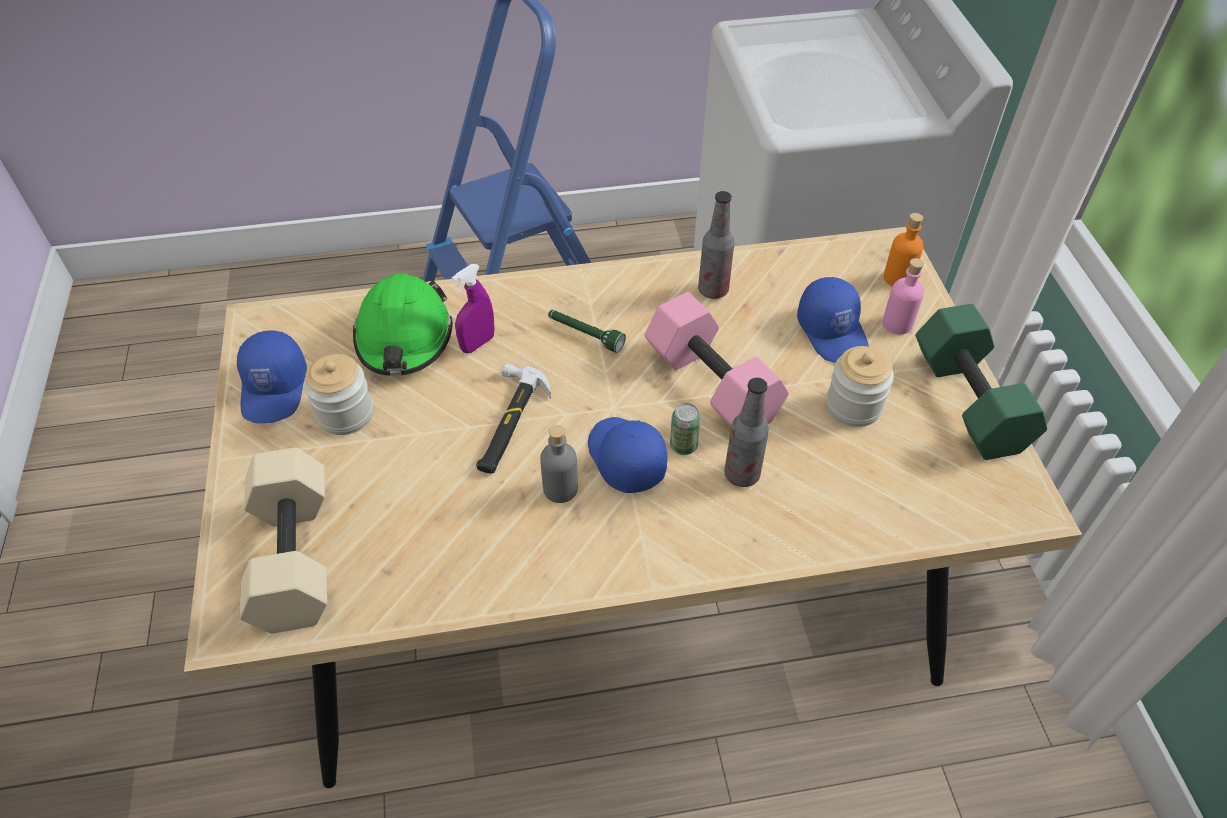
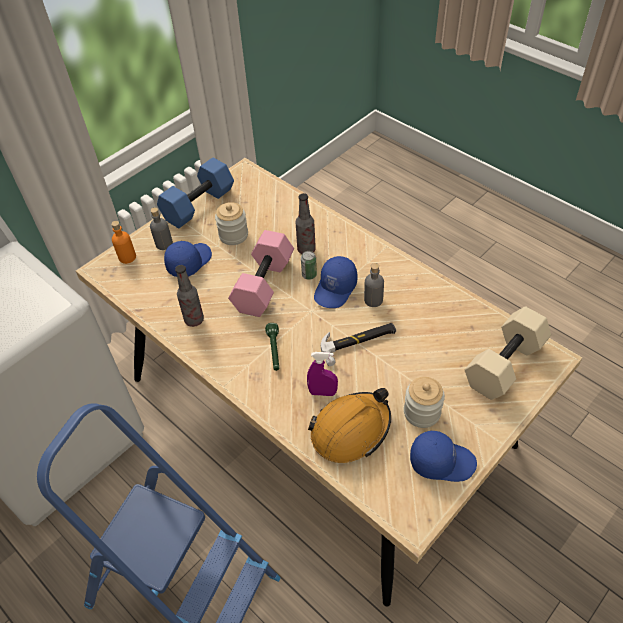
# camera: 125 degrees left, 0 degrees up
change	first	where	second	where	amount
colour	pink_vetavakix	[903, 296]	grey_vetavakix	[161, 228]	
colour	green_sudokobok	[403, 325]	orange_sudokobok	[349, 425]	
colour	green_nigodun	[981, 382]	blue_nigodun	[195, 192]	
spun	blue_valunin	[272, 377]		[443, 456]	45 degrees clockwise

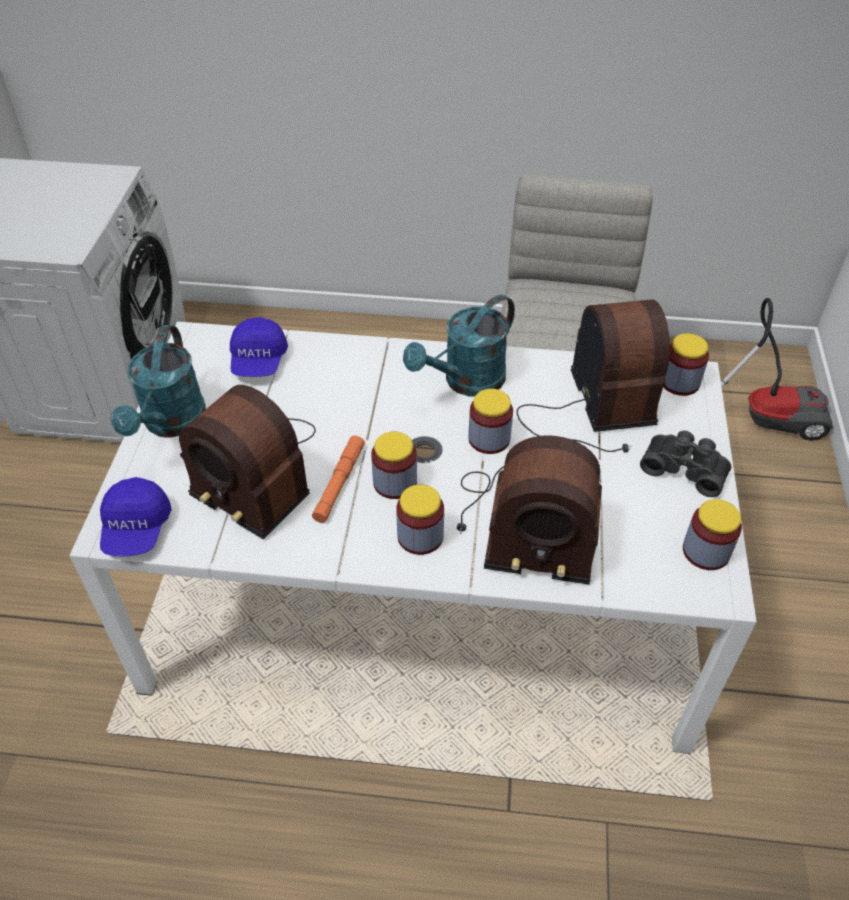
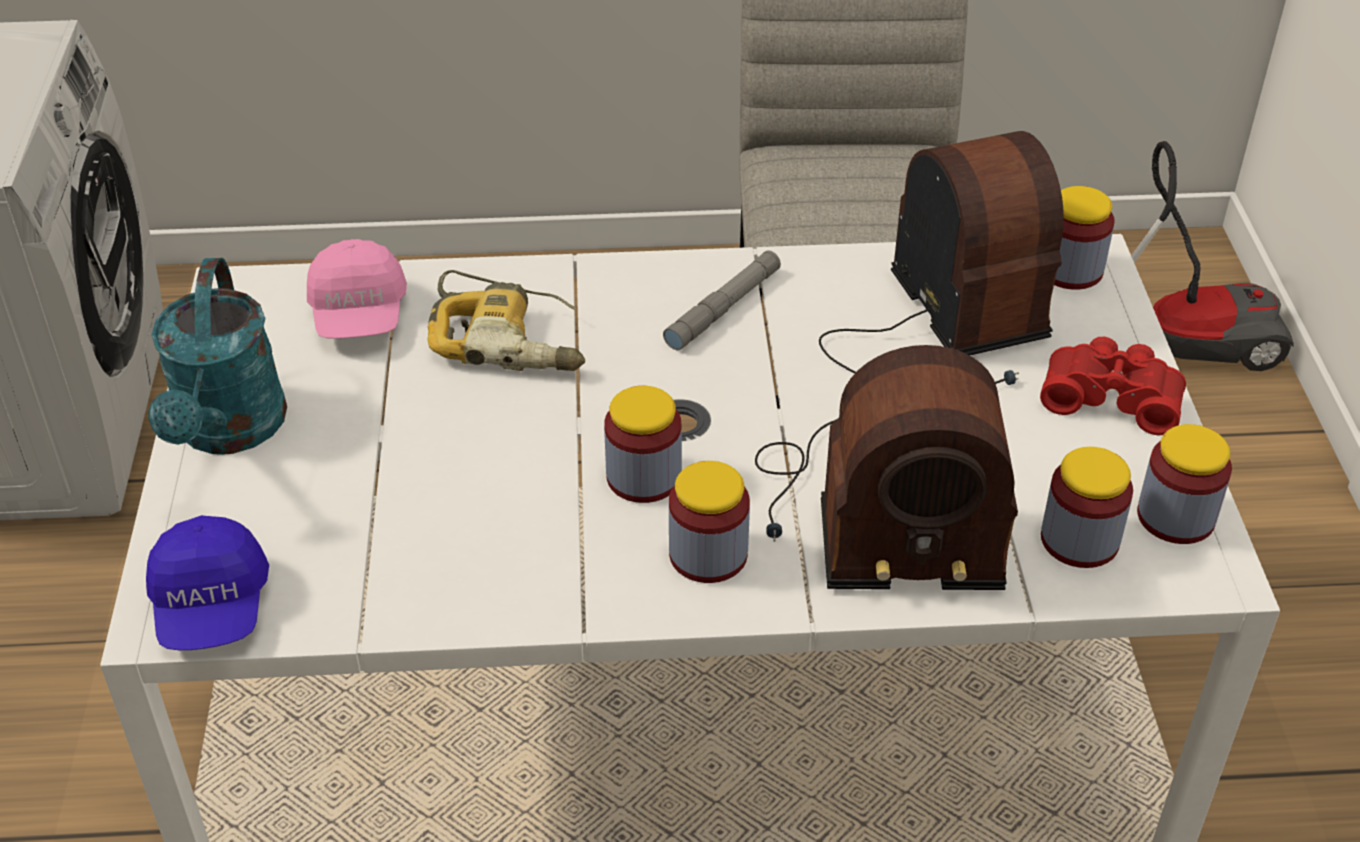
# camera: 10 degrees left, 5 degrees down
change	first	where	second	where	amount
exchanged	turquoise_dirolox	[459, 345]	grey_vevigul	[722, 300]	
colour	blue_valunin	[259, 347]	pink_valunin	[357, 289]	
missing	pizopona	[247, 462]			
relocated	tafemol	[490, 421]		[1087, 507]	
colour	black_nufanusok	[685, 464]	red_nufanusok	[1113, 386]	
missing	orange_vevigul	[338, 479]			
appeared			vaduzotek	[506, 320]	

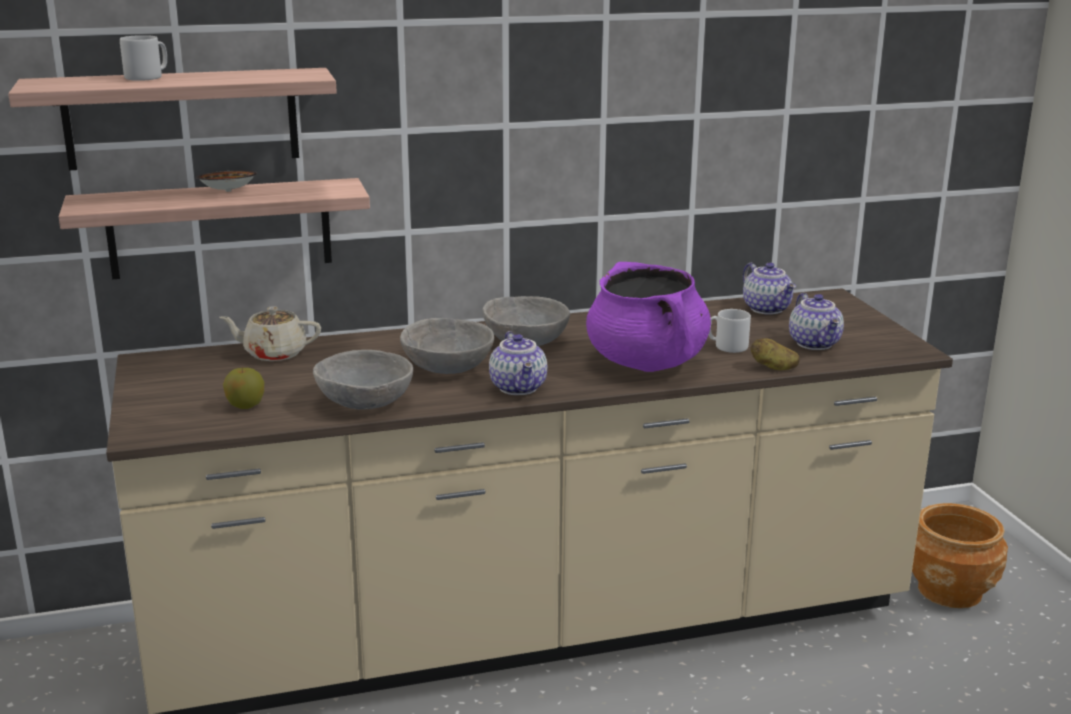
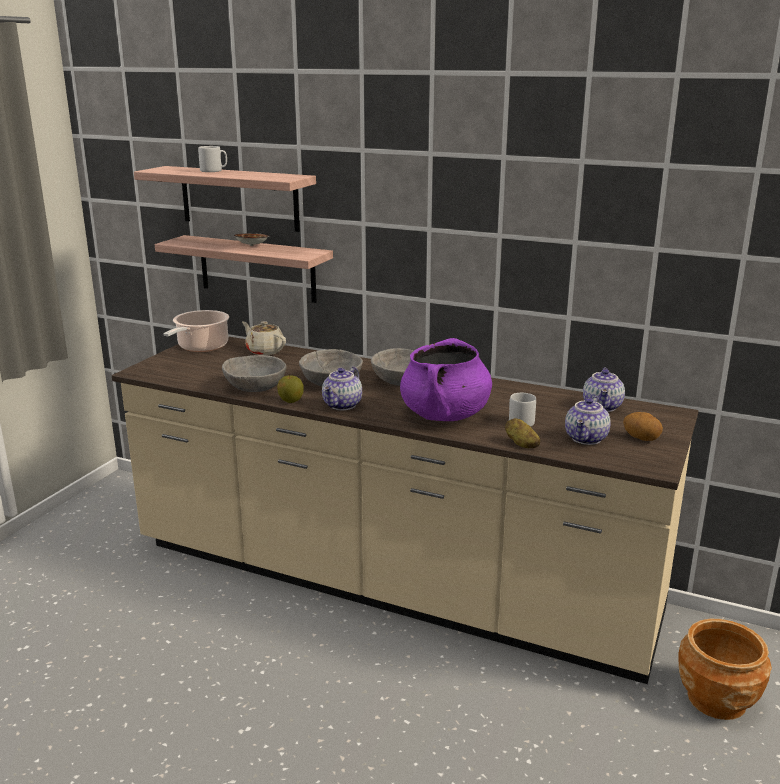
# camera: 40 degrees right, 0 degrees up
change	first	where	second	where	amount
relocated	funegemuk	[243, 388]		[290, 389]	
appeared			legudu	[196, 331]	
appeared			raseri	[643, 426]	

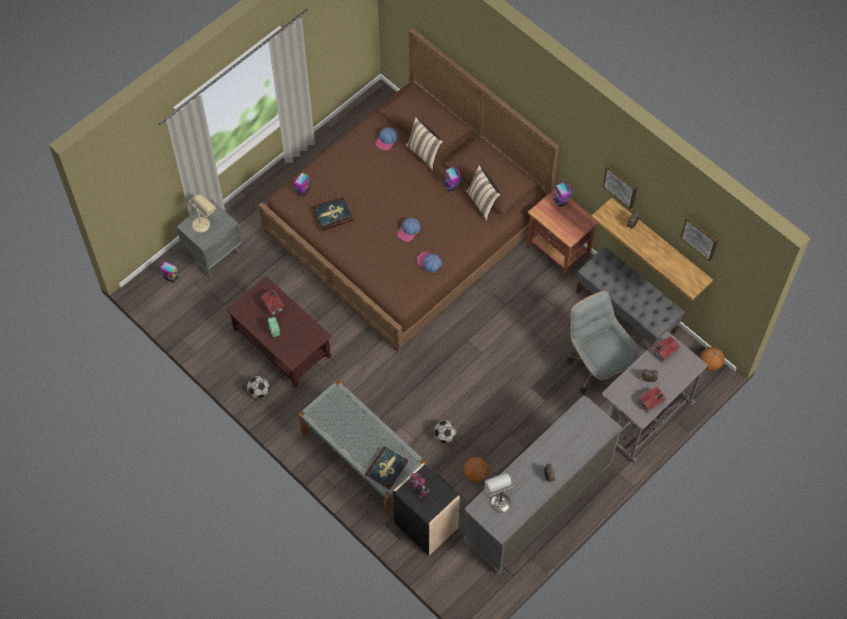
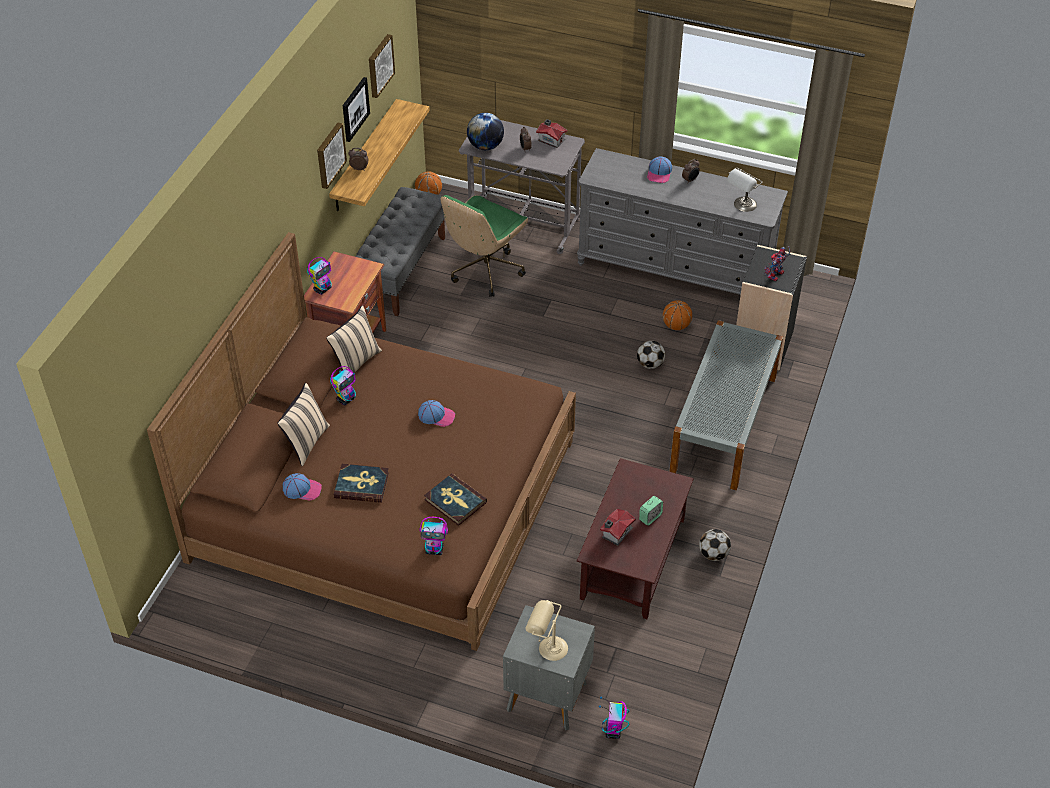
# camera: 115 degrees left, 15 degrees down
change	first	where	second	where	amount
relocated	valunin	[429, 262]		[659, 170]	
colour	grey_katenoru	[603, 342]	green_katenoru	[484, 246]	
exchanged	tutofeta	[666, 349]	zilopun	[485, 131]	
relocated	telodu	[386, 467]		[361, 483]	
appeared			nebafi	[356, 109]	

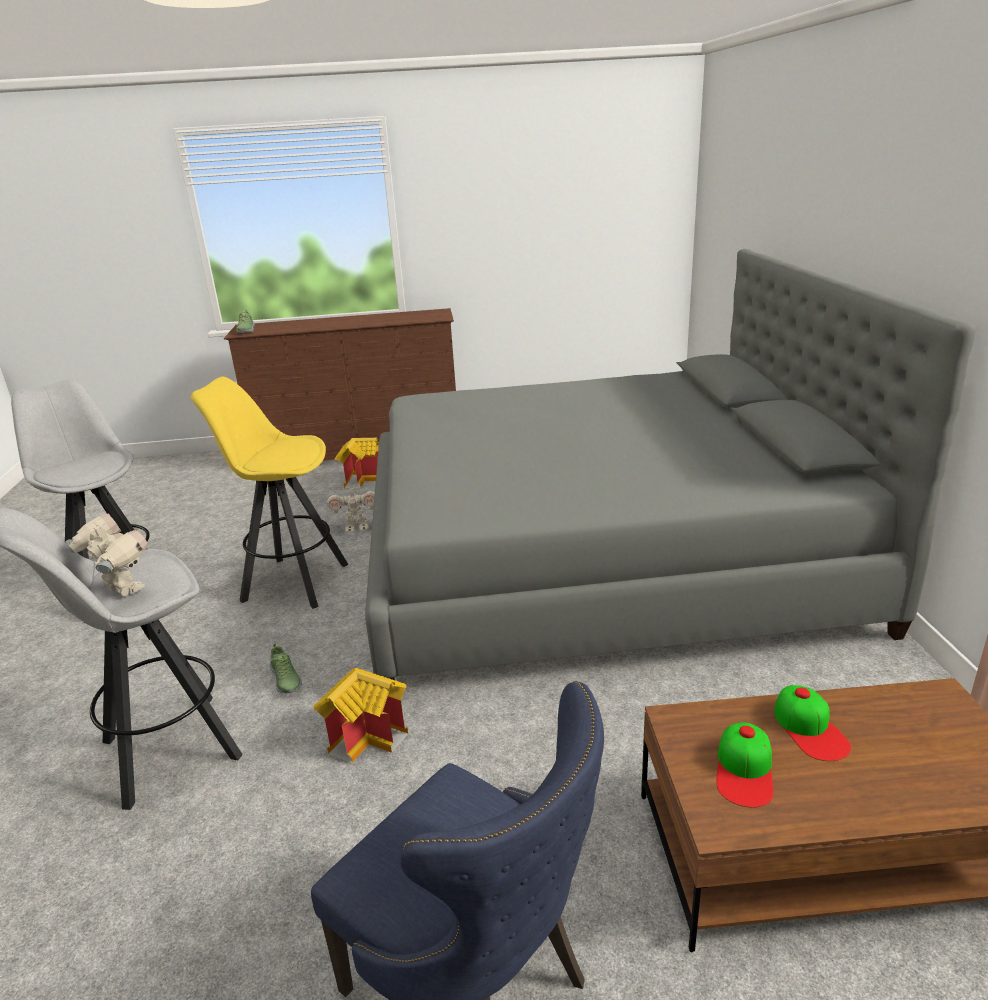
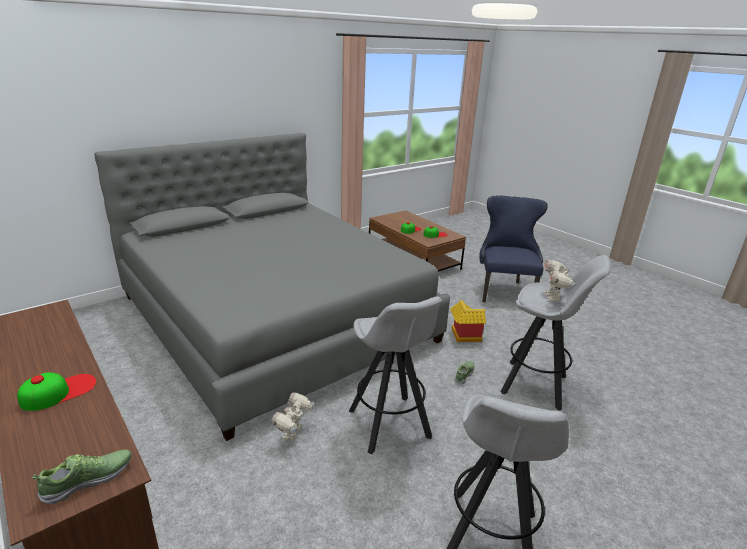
# camera: 125 degrees left, 0 degrees up
change	first	where	second	where	amount
colour	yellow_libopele	[270, 493]	grey_libopele	[395, 375]	
missing	tutofeta	[357, 463]			
spun	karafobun	[351, 509]		[292, 416]	120 degrees counterclockwise
appeared			valunin	[57, 391]	

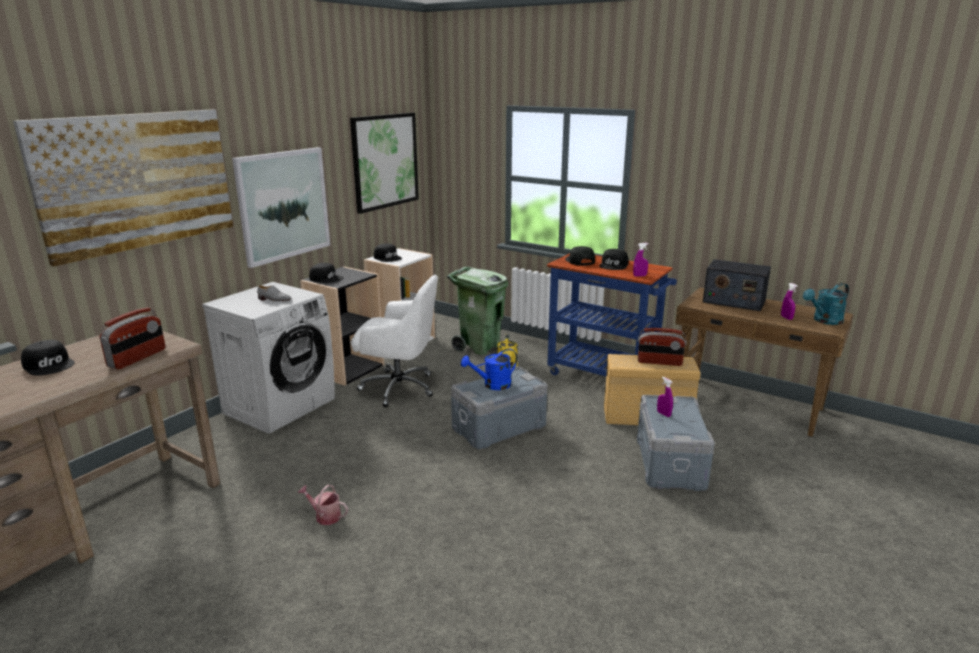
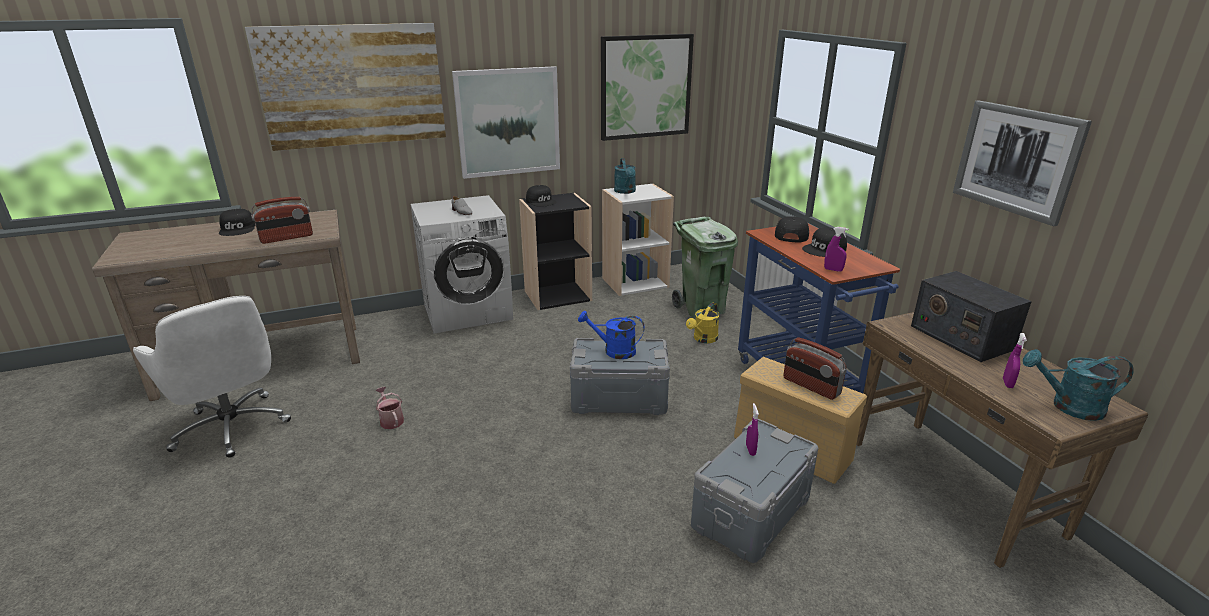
# camera: 35 degrees right, 5 degrees up
change	first	where	second	where	amount
exchanged	black_valunin	[388, 252]	turquoise_dirolox	[625, 176]	
relocated	white_katenoru	[394, 340]		[212, 377]	
appeared			nebafi	[1022, 163]	

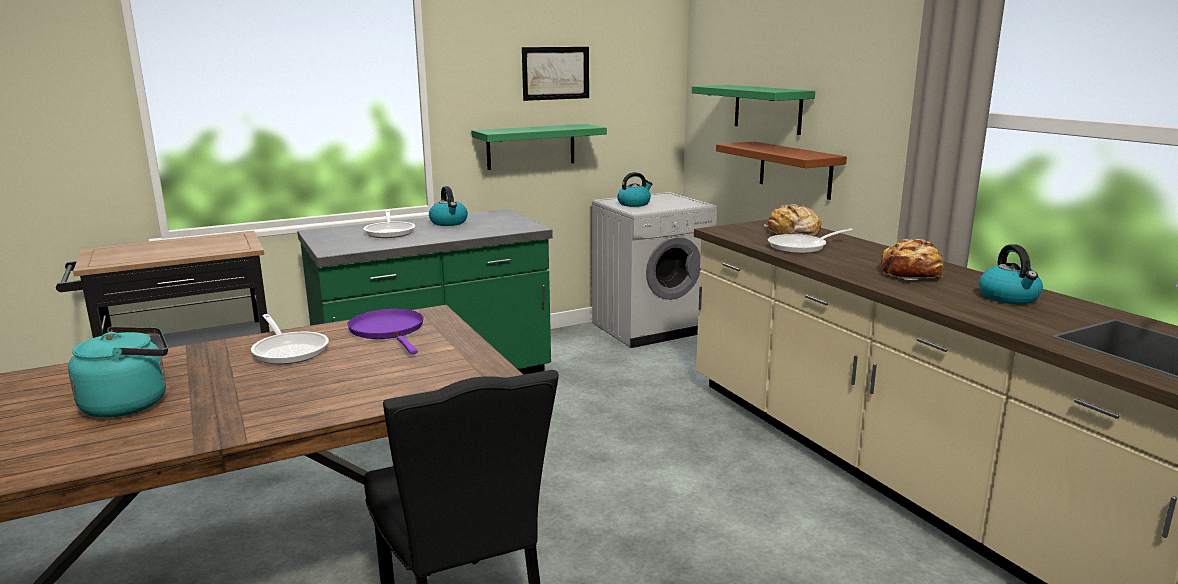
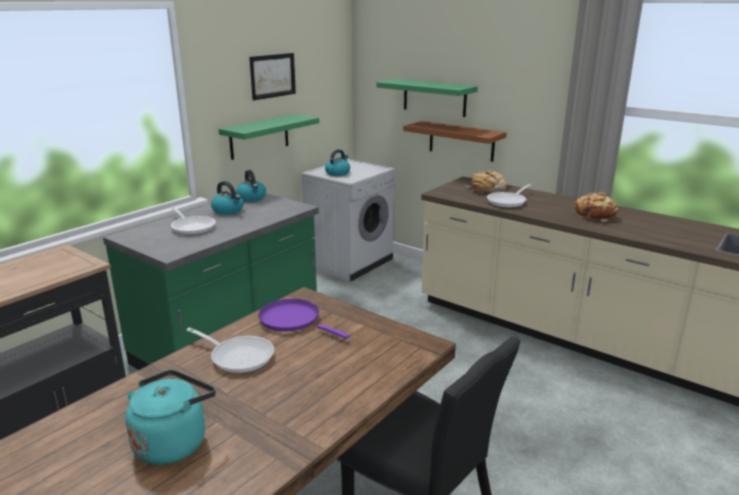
# camera: 25 degrees left, 5 degrees up
change	first	where	second	where	amount
relocated	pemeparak	[1011, 274]		[251, 186]	

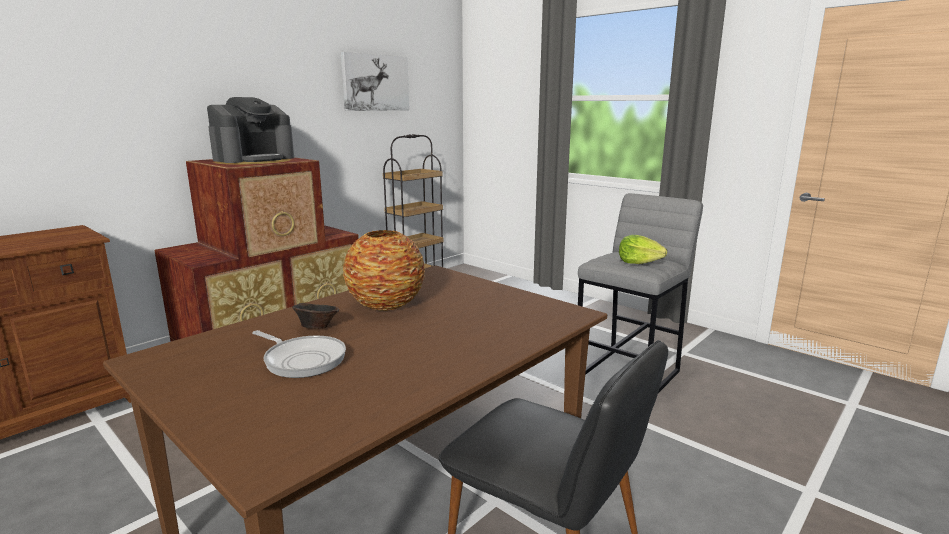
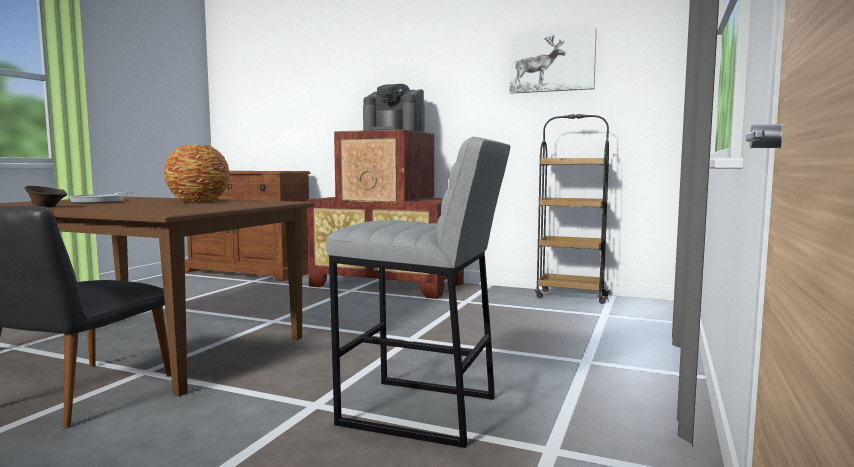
# camera: 70 degrees right, 10 degrees down
change	first	where	second	where	amount
missing	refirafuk	[643, 249]			
relocated	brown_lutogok	[315, 316]		[45, 196]	

